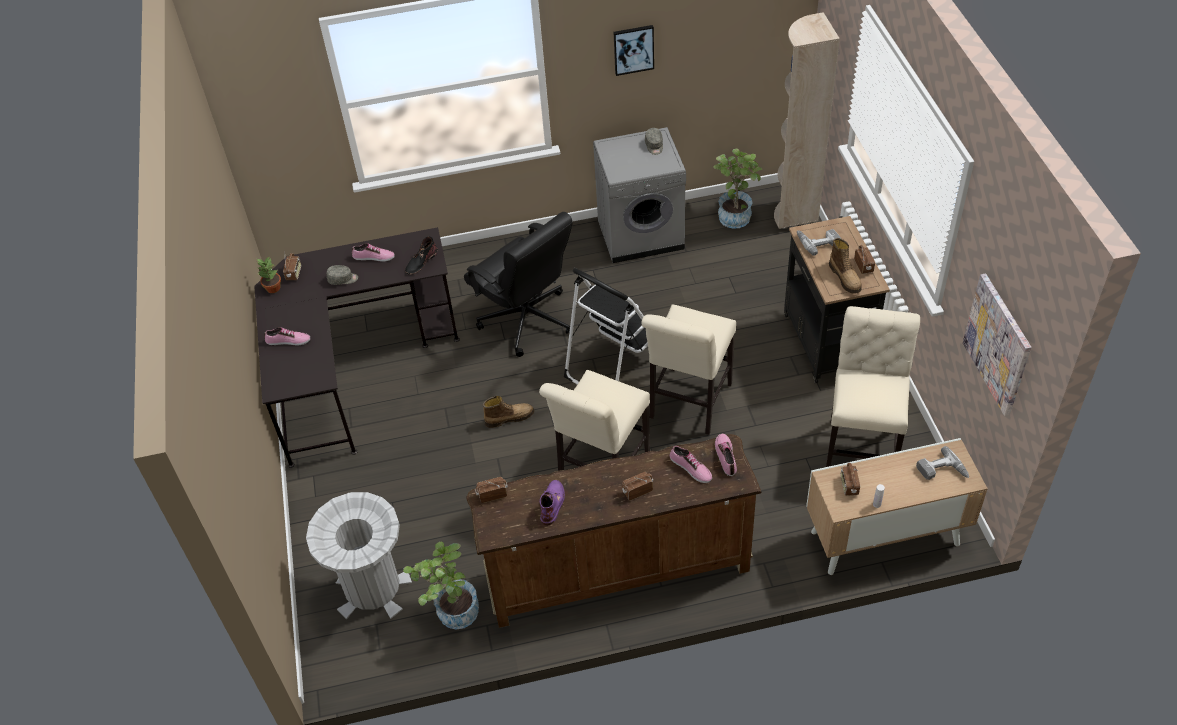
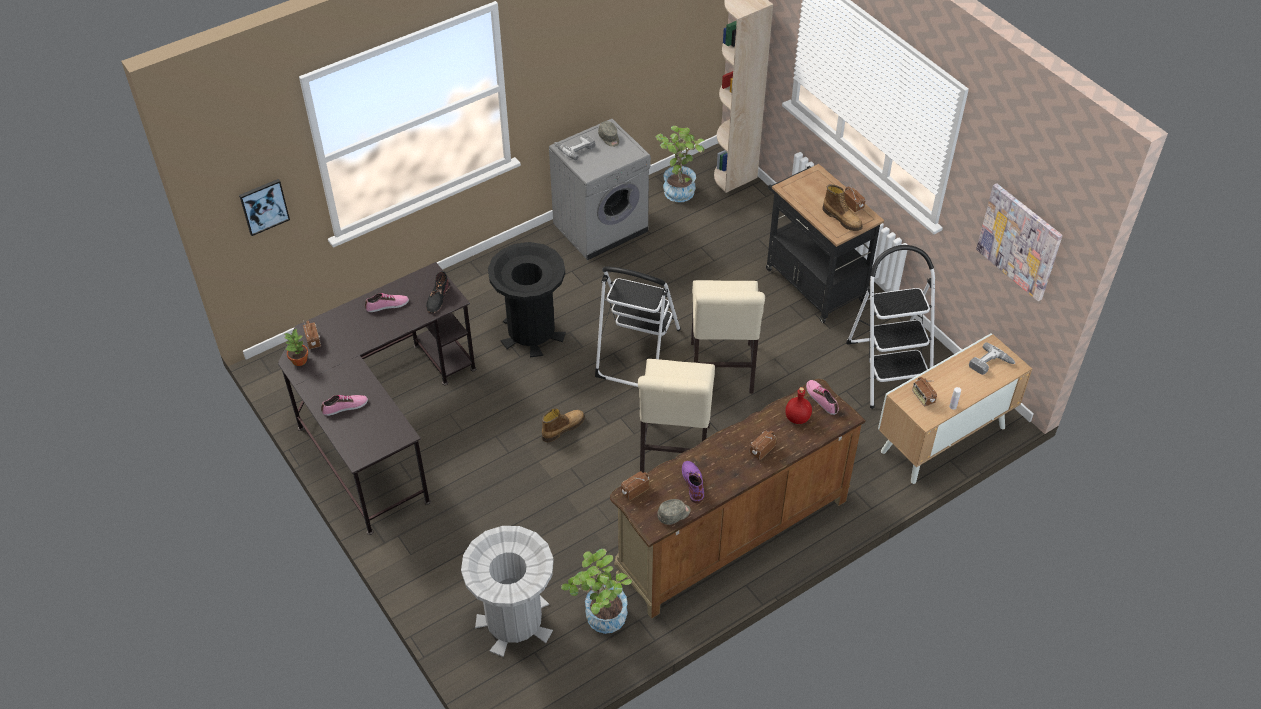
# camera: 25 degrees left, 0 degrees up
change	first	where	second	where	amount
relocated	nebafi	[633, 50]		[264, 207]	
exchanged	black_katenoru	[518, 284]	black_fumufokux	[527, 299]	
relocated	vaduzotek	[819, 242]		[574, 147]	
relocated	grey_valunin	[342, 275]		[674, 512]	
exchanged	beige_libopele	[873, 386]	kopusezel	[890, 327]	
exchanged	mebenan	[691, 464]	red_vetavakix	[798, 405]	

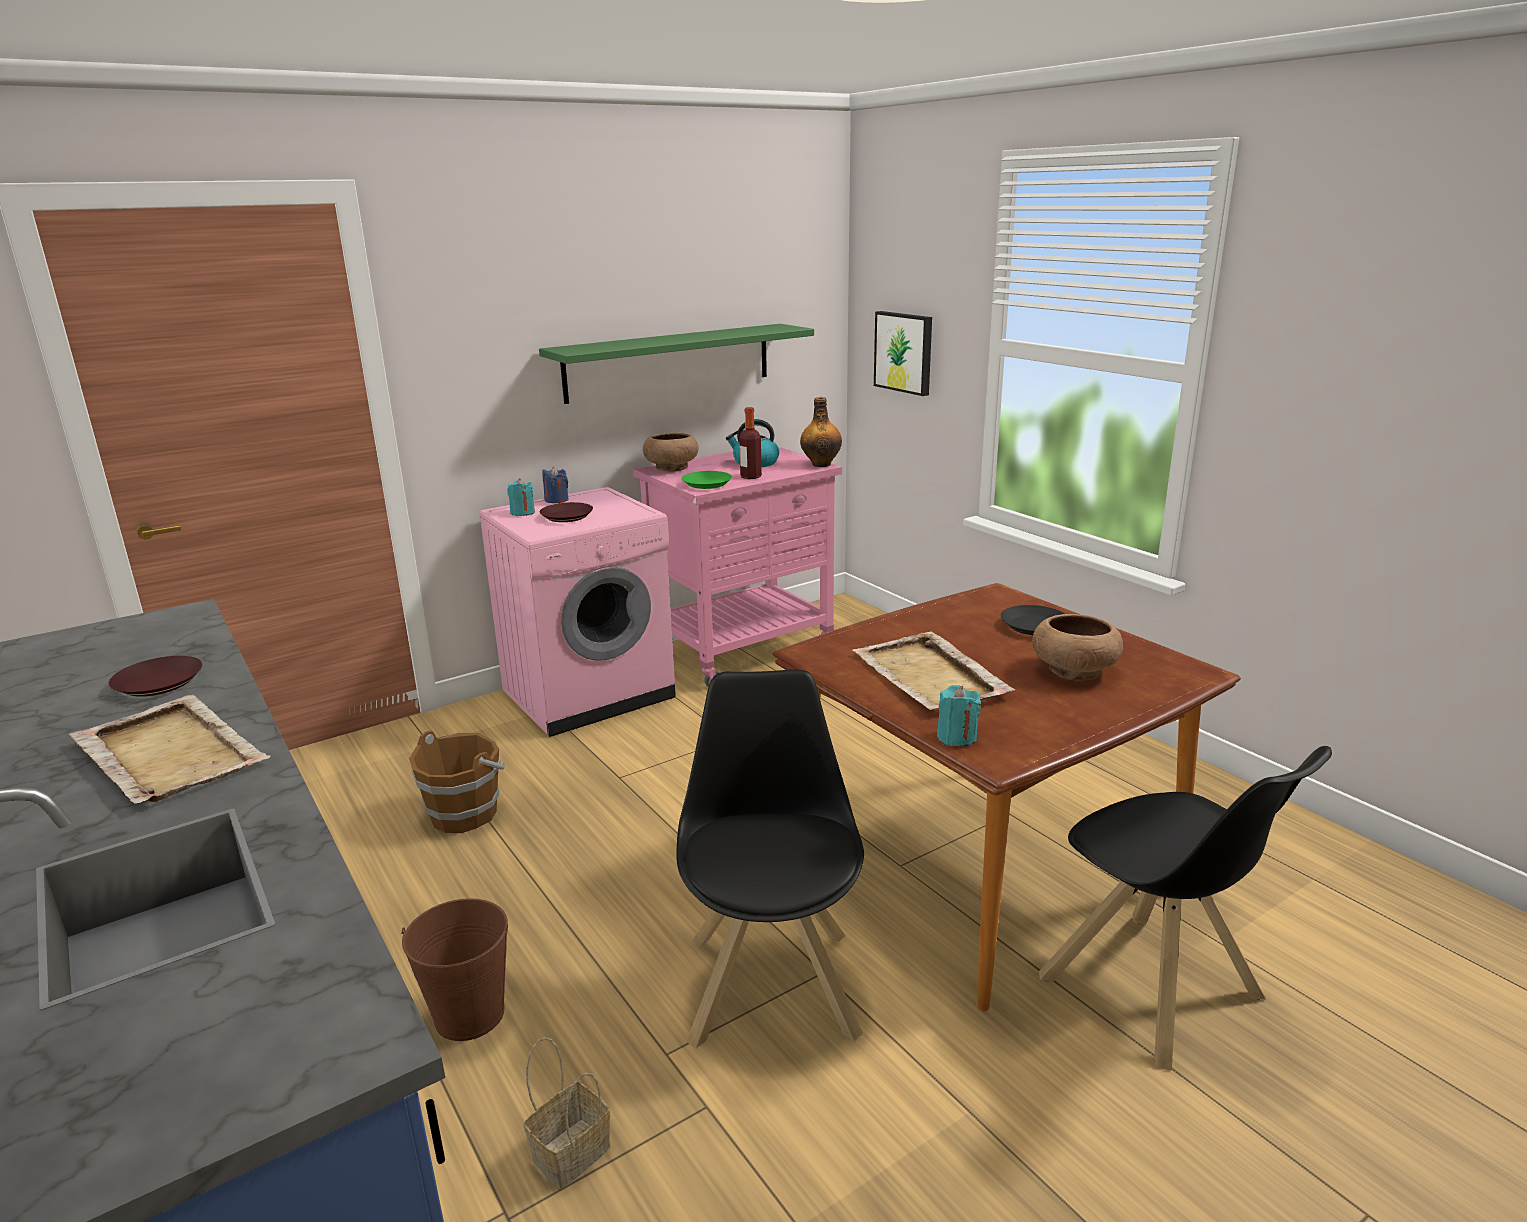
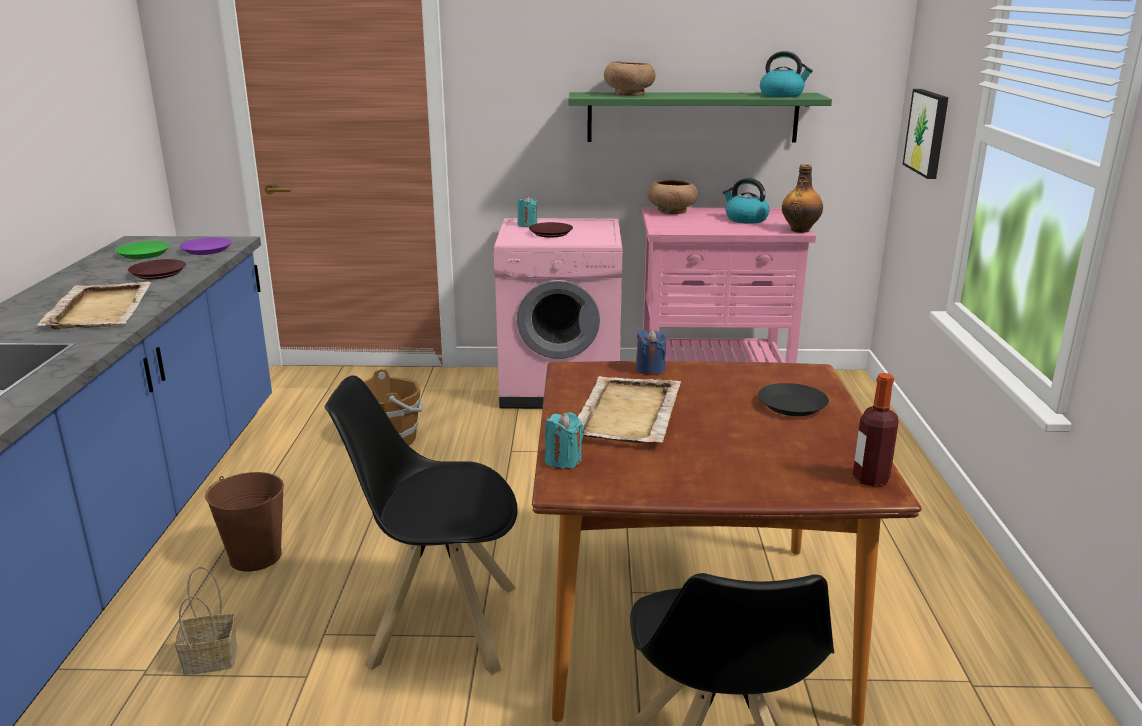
# camera: 35 degrees right, 0 degrees up
change	first	where	second	where	amount
relocated	vetavakix	[750, 443]		[876, 430]	
relocated	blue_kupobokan	[555, 485]		[651, 352]	
relocated	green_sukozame	[706, 480]		[142, 250]	
relocated	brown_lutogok	[1077, 647]		[630, 78]	
spun	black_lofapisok	[770, 858]		[421, 525]	120 degrees counterclockwise
appeared			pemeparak	[786, 74]	
appeared			purple_sukozame	[205, 246]	

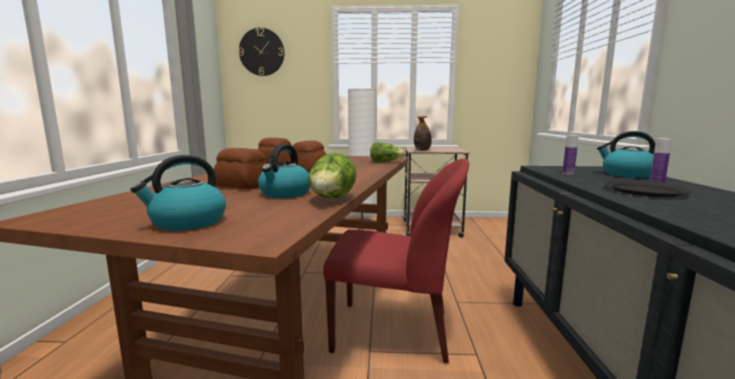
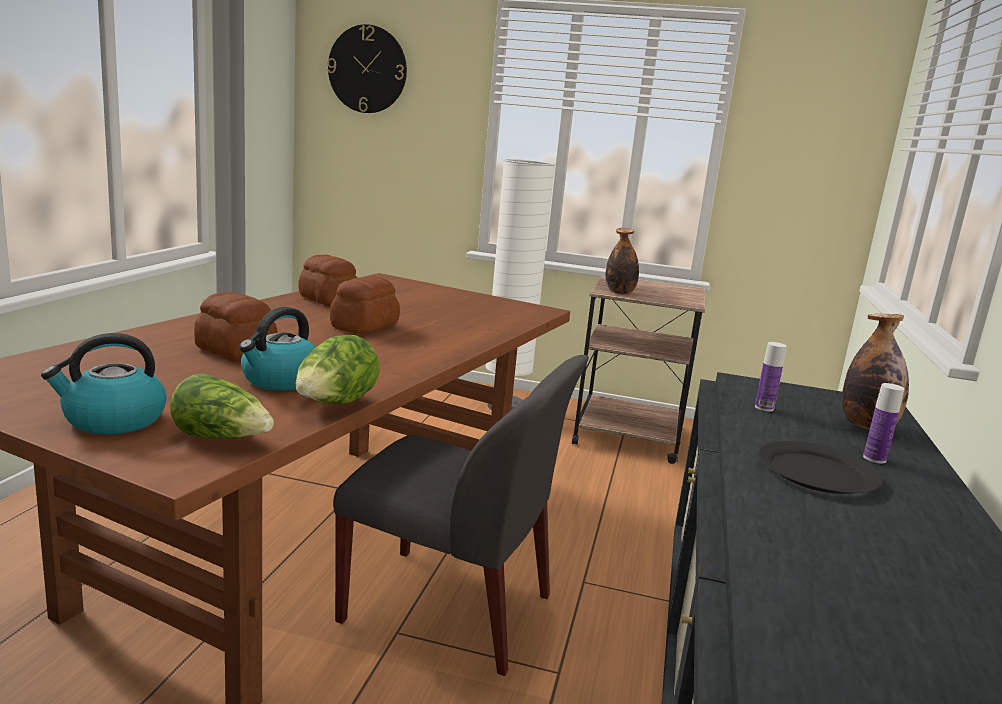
# camera: 10 degrees right, 5 degrees up
change	first	where	second	where	amount
exchanged	pemeparak	[626, 154]	vetavakix	[875, 371]	
relocated	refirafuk	[388, 152]		[222, 406]	
colour	red_lofapisok	[396, 261]	grey_lofapisok	[461, 515]	

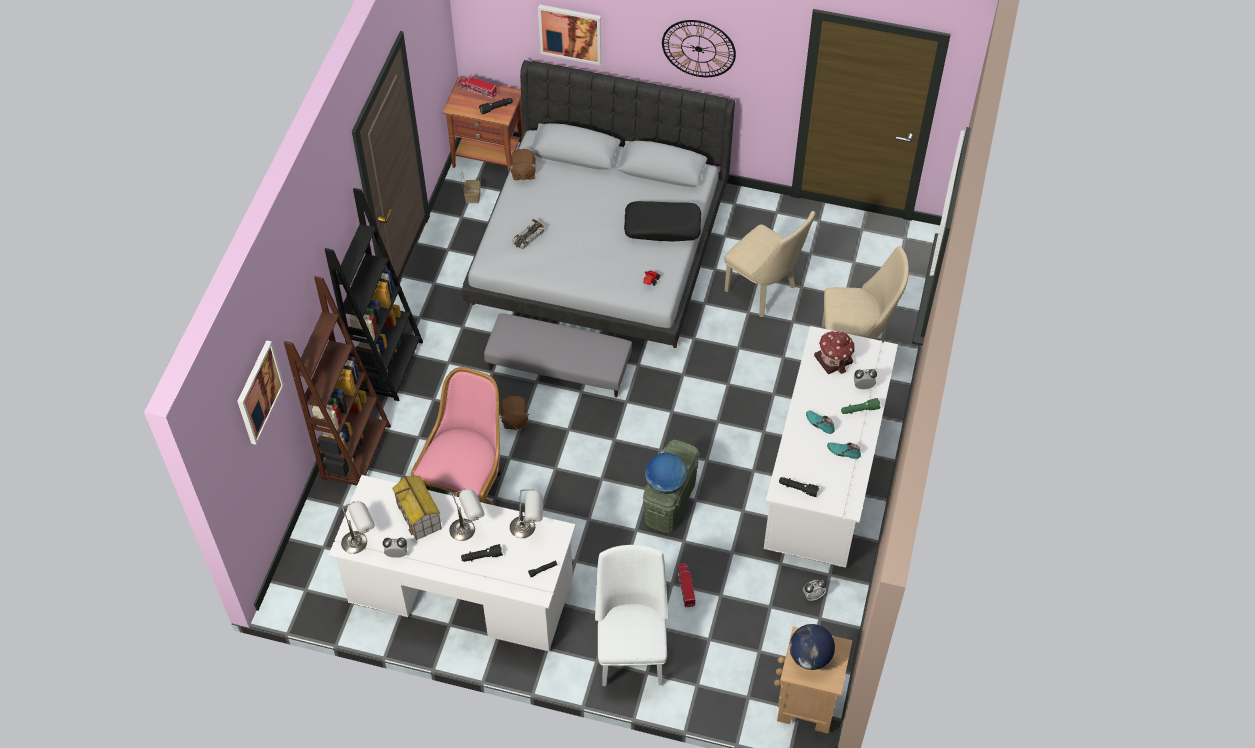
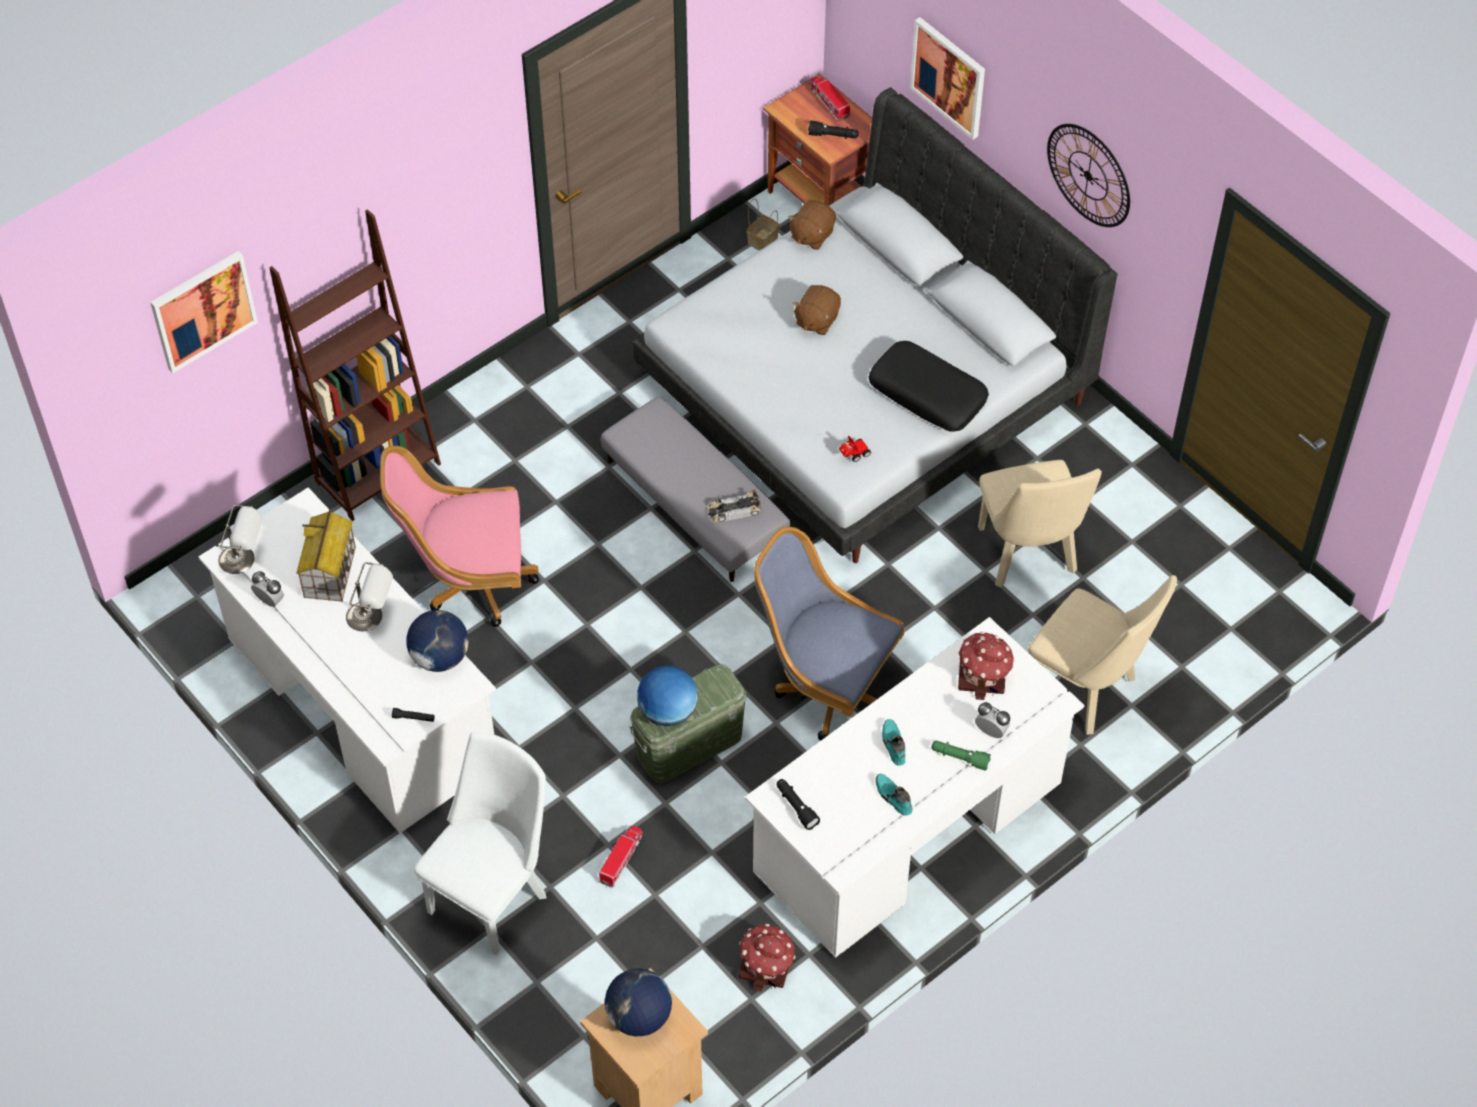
# camera: 35 degrees right, 0 degrees up
change	first	where	second	where	amount
missing	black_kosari	[374, 294]			
relocated	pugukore	[528, 234]		[734, 505]	
spun	pink_katenoru	[456, 436]		[459, 536]	150 degrees counterclockwise
relocated	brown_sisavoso	[514, 413]		[817, 310]	
exchanged	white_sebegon	[526, 513]	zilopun	[437, 641]	
missing	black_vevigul	[482, 553]			
exchanged	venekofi	[814, 590]	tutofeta	[767, 958]	
appeared			blue_katenoru	[829, 633]	

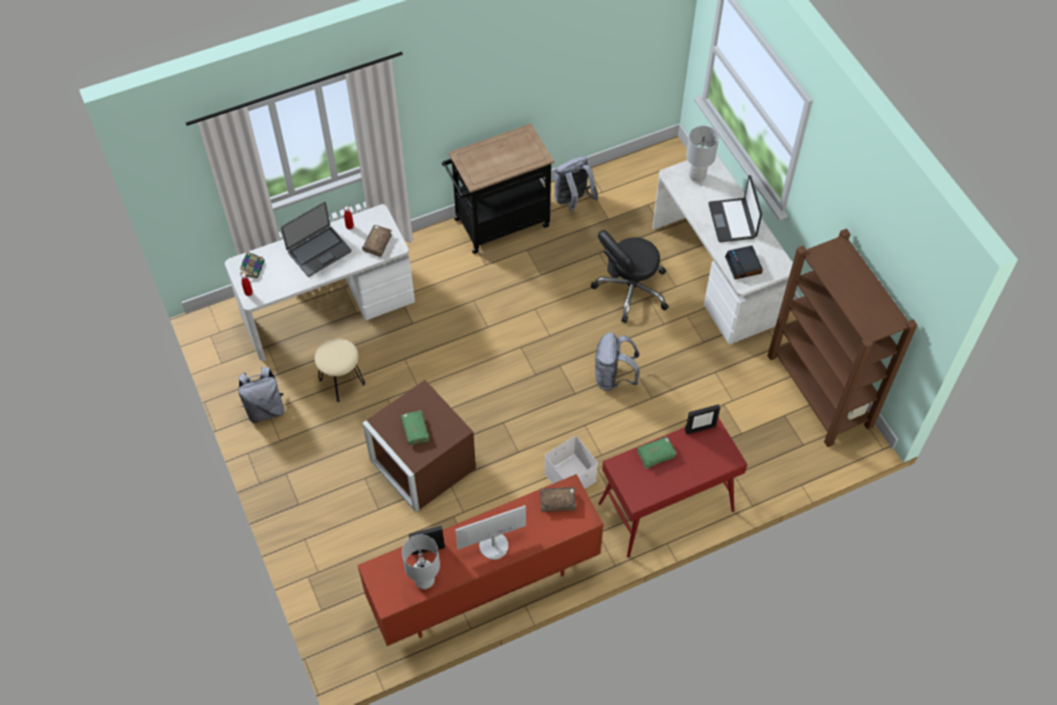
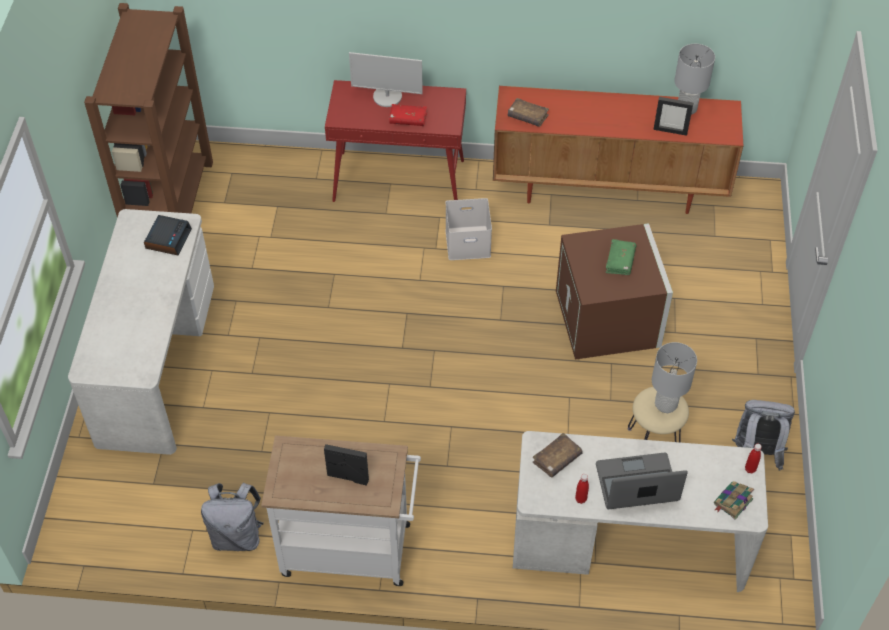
# camera: 150 degrees left, 5 degrees down
change	first	where	second	where	amount
colour	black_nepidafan	[498, 189]	white_nepidafan	[341, 510]	
relocated	grey_sebegon	[702, 154]		[674, 377]	
missing	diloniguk	[735, 208]			
missing	black_katenoru	[630, 276]			
missing	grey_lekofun	[617, 361]			
relocated	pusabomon	[702, 419]		[346, 465]	
colour	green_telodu	[657, 452]	red_telodu	[408, 115]	
relocated	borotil	[490, 532]		[386, 79]	

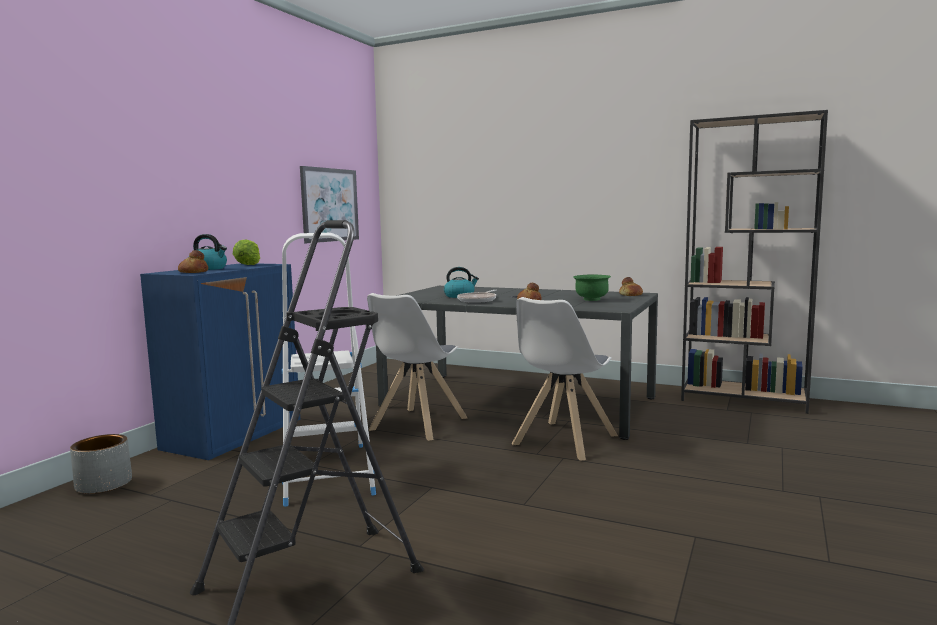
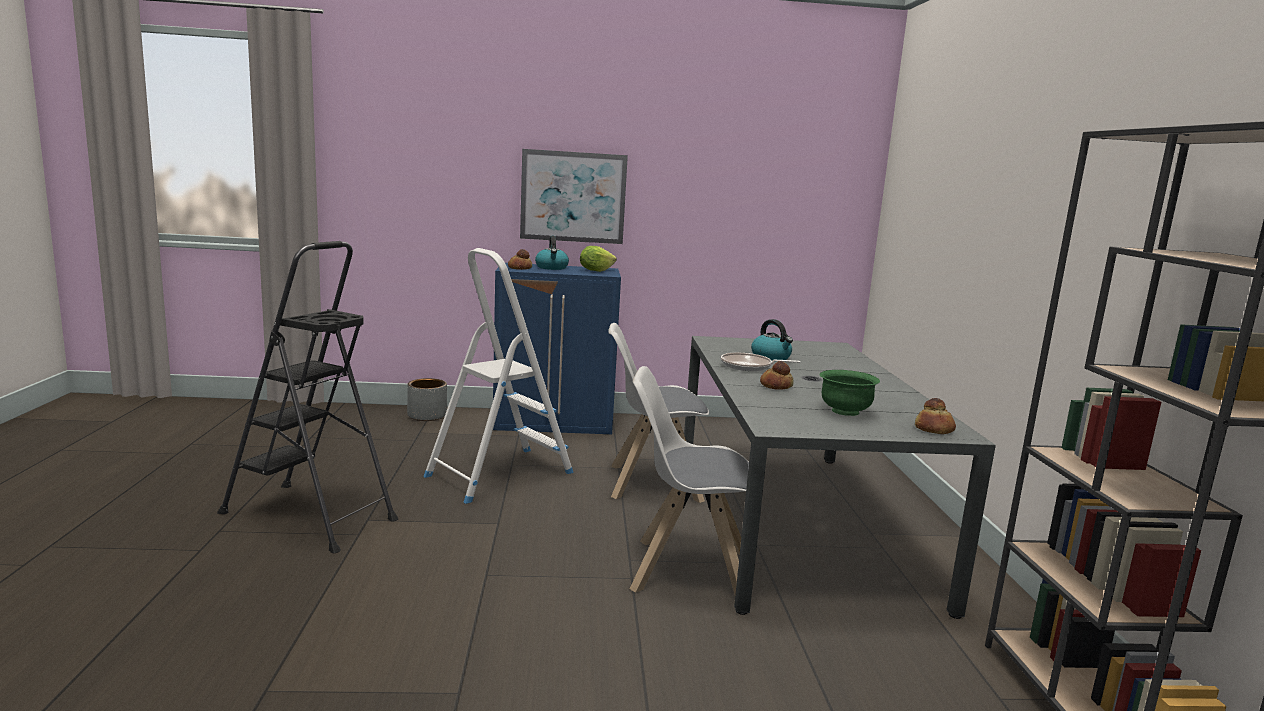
# camera: 60 degrees right, 5 degrees up
change	first	where	second	where	amount
relocated	nebafi	[329, 204]		[574, 196]	

